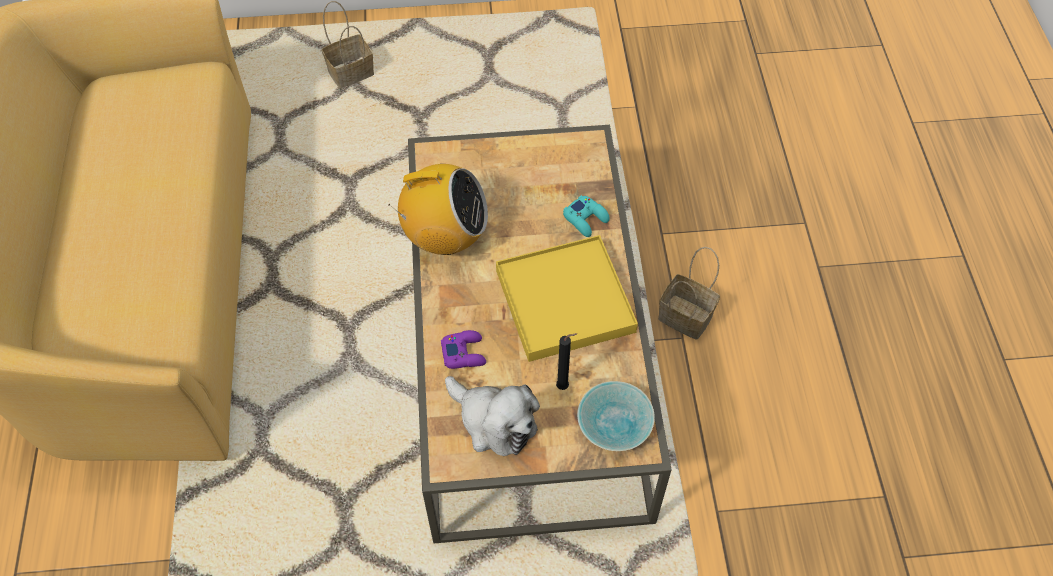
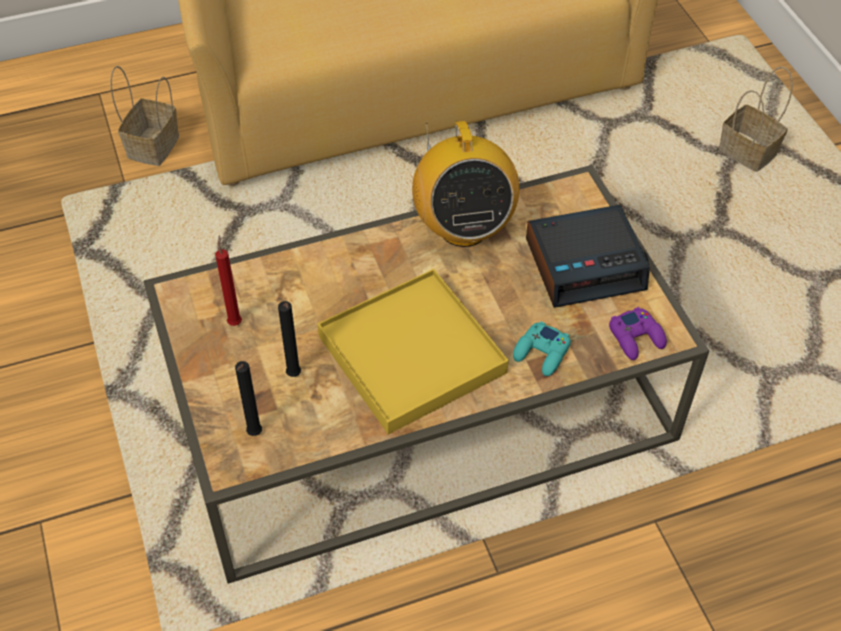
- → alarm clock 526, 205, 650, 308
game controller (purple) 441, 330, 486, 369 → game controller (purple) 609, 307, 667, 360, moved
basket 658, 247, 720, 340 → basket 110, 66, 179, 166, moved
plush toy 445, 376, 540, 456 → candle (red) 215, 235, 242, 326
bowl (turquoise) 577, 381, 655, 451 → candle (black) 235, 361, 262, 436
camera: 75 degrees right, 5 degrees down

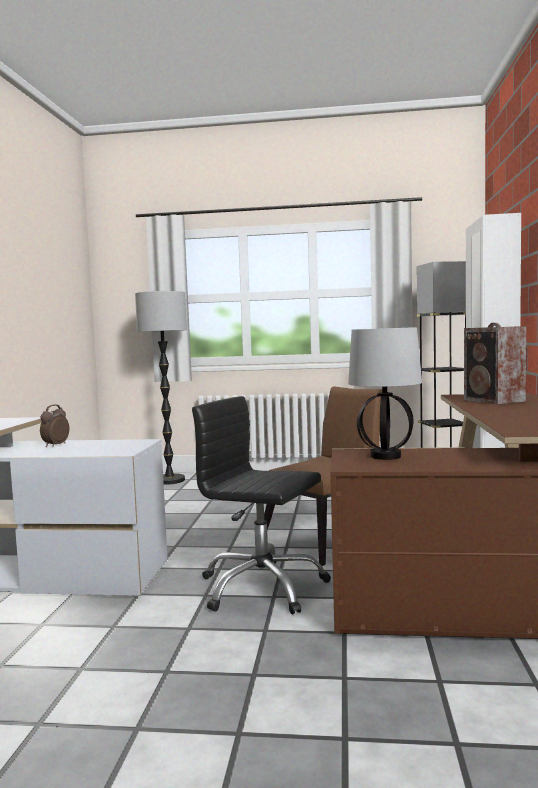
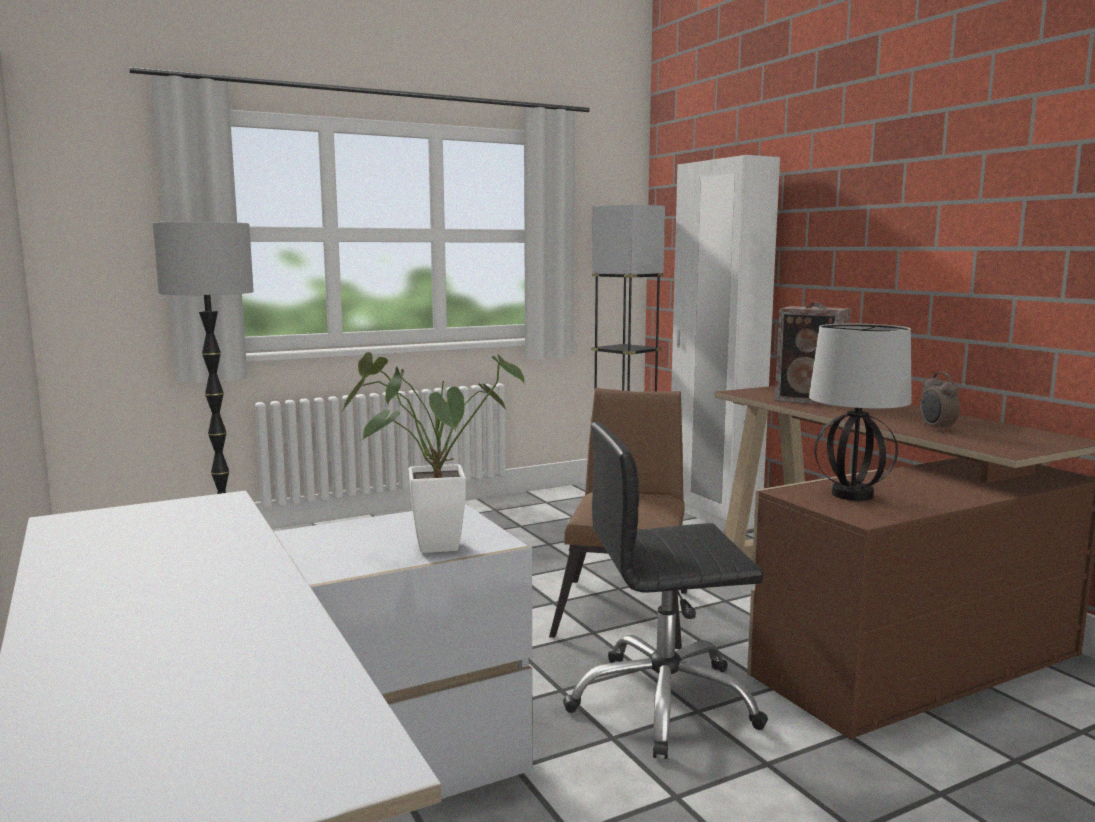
- → potted plant 342, 352, 525, 553
alarm clock 40, 404, 69, 447 → alarm clock 920, 372, 960, 432, moved
camera: 35 degrees left, 5 degrees up

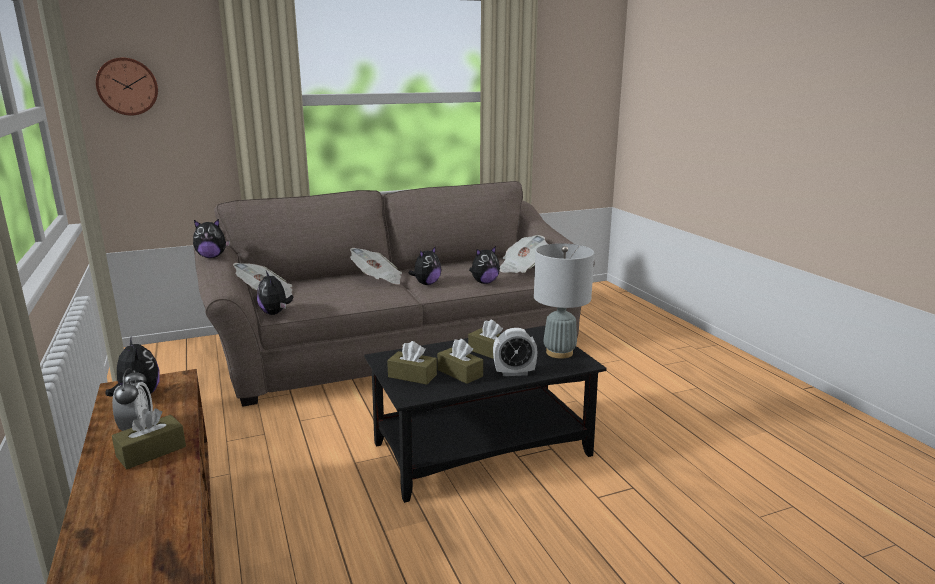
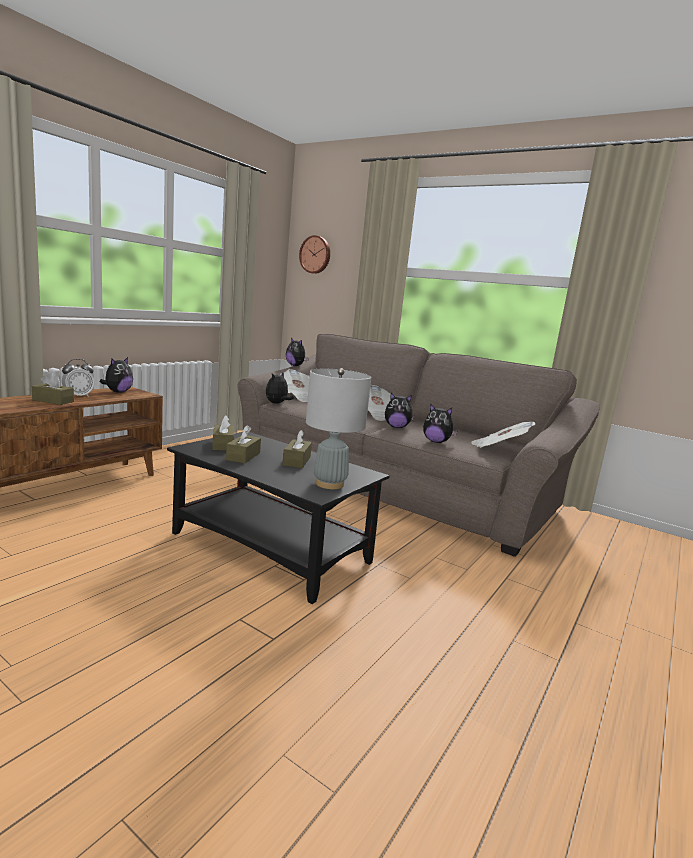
alarm clock 493, 328, 538, 376 → -
camera: 55 degrees right, 5 degrees down

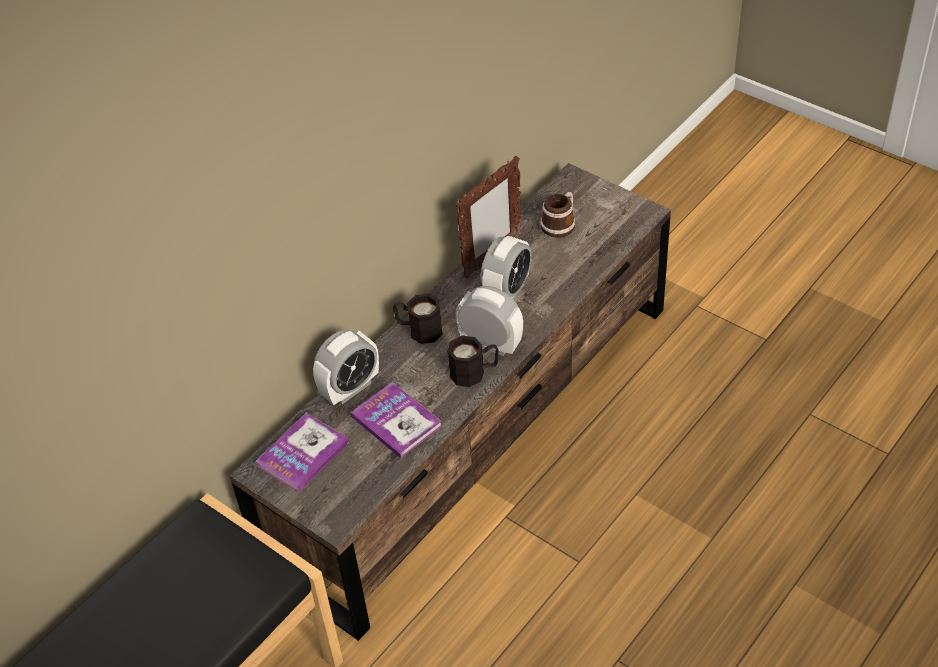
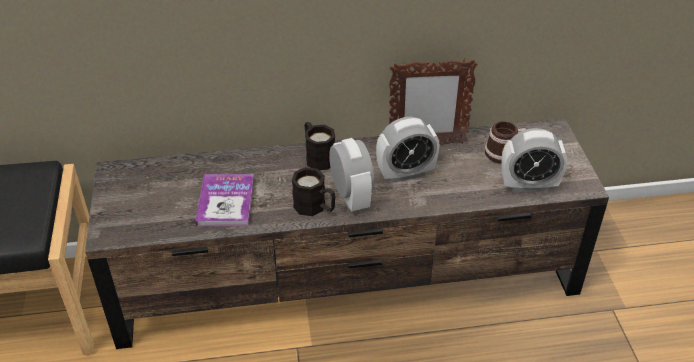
book 255, 413, 349, 493 → -
alarm clock 313, 330, 379, 405 → alarm clock 501, 128, 567, 192, moved
camera: 40 degrees right, 5 degrees down

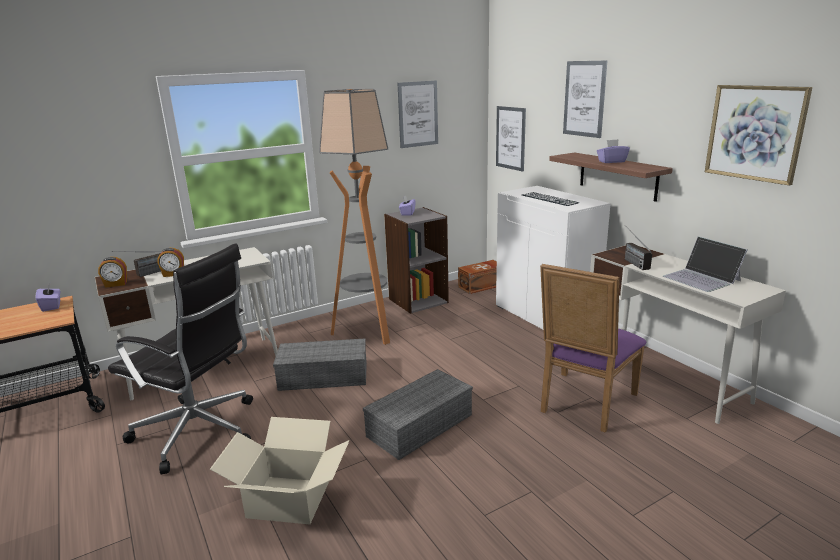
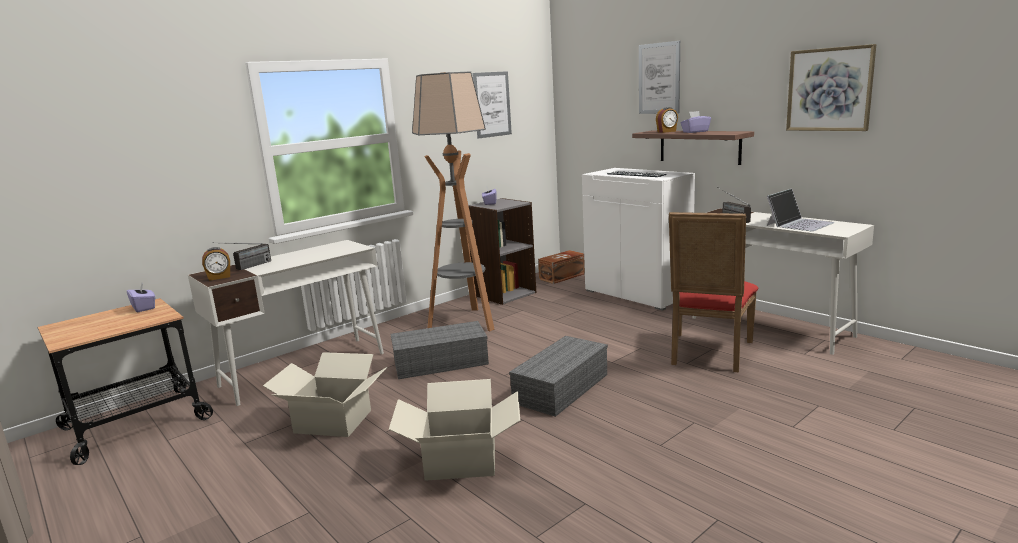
picture 496, 106, 526, 172 → -
alarm clock 157, 248, 184, 277 → alarm clock 656, 107, 678, 133, moved
office chair (black) 108, 243, 253, 474 → cardboard box 263, 352, 387, 437
chair (purple) 540, 264, 646, 433 → chair (red) 669, 212, 758, 373
laptop 663, 236, 747, 292 → laptop 766, 188, 835, 231, 90 degrees counterclockwise
camera: 10 degrees left, 5 degrees down

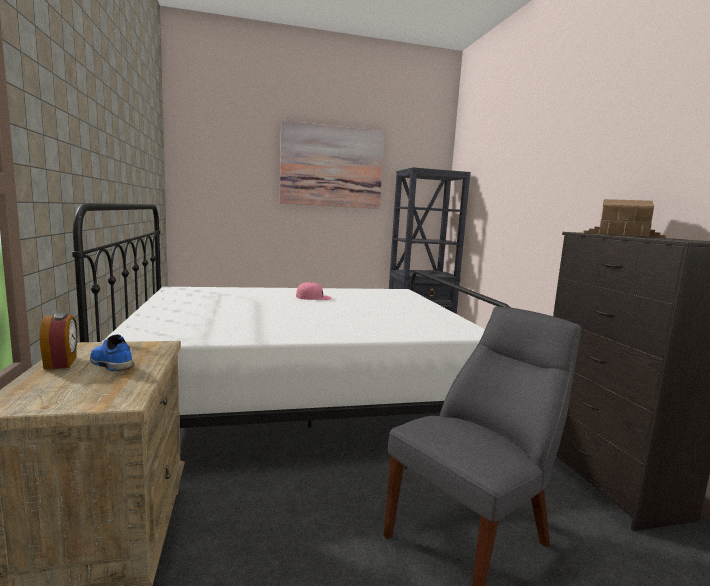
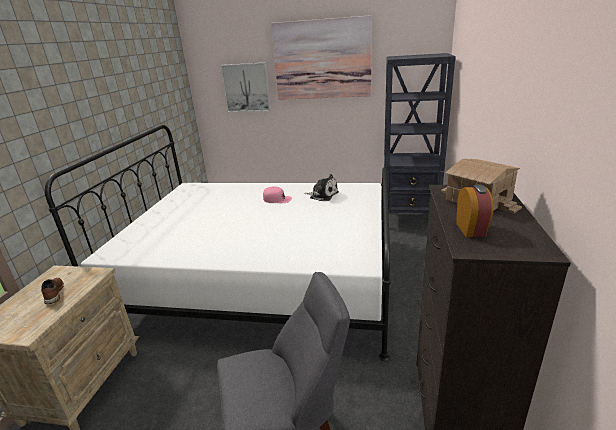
- → picture 220, 62, 271, 112
- → plush toy 304, 174, 339, 201
alarm clock 40, 313, 78, 370 → alarm clock 456, 184, 494, 237, moved
shoe (blue) 90, 334, 134, 371 → shoe (brown) 41, 278, 64, 304
camera: 25 degrees right, 15 degrees up

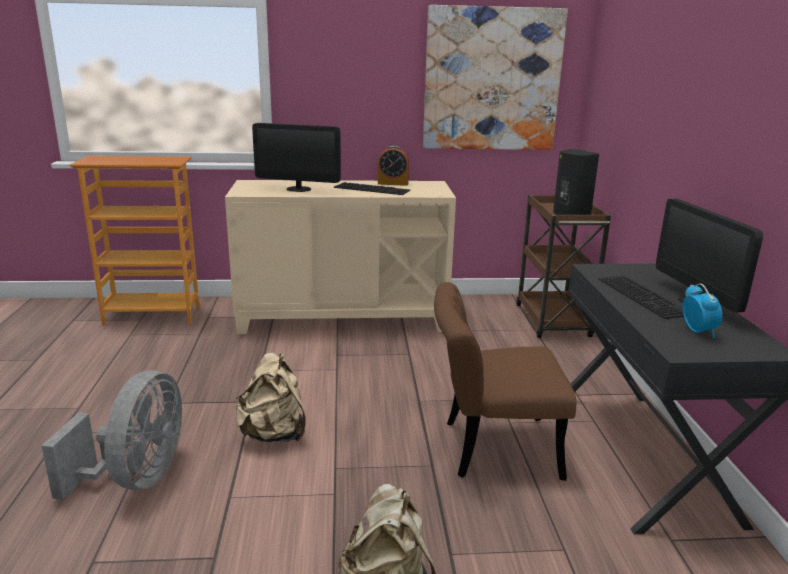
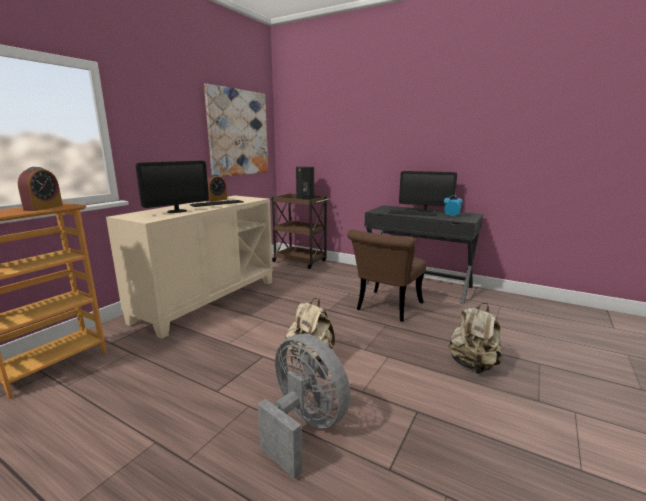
- → alarm clock 18, 167, 63, 211
camera: 55 degrees left, 5 degrees down

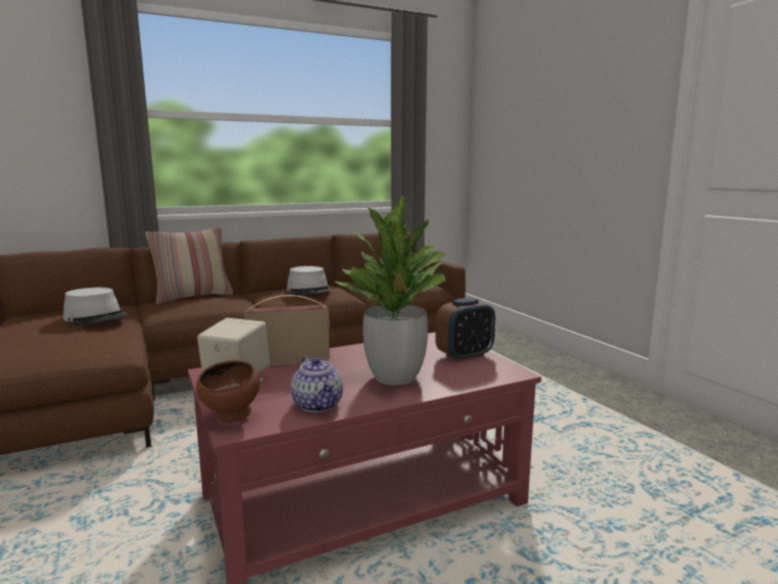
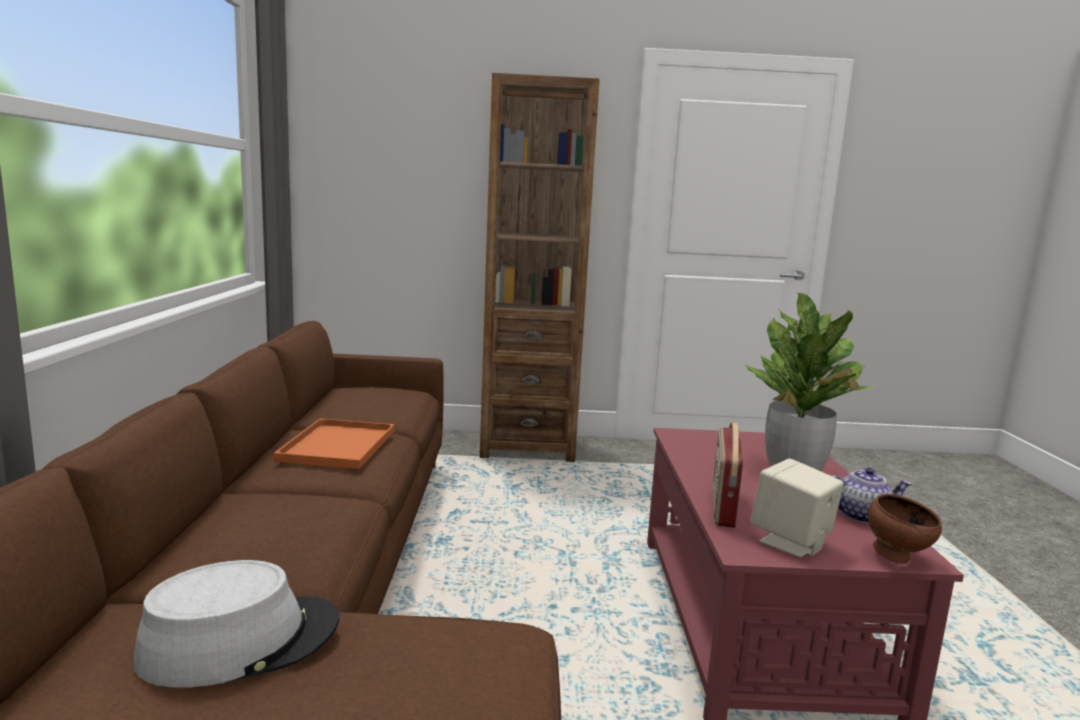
pillow 145, 227, 233, 304 → -
alarm clock 435, 298, 495, 362 → -
- → bookcase (brown) 480, 73, 600, 462
hat (grey) 287, 266, 331, 295 → tray (orange) 274, 418, 394, 469
camera: 65 degrees left, 0 degrees up

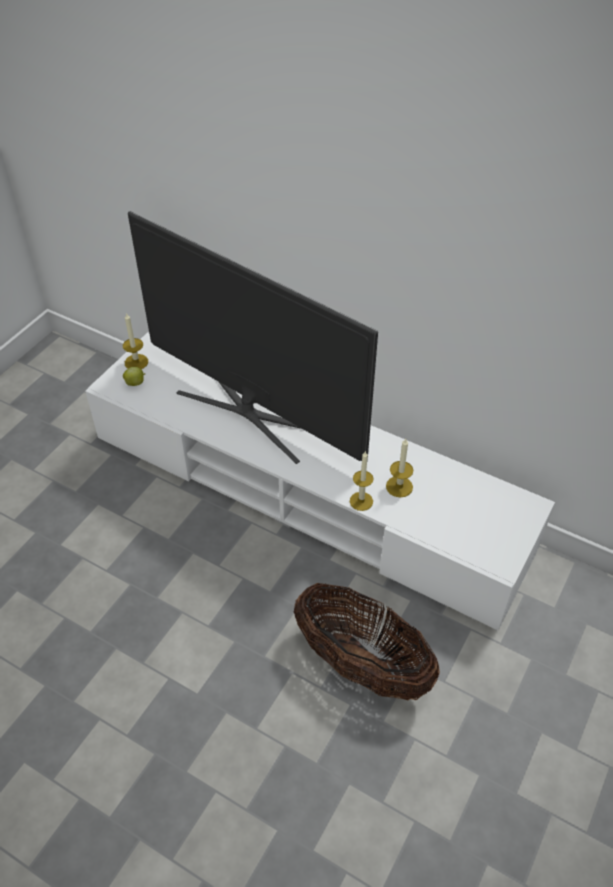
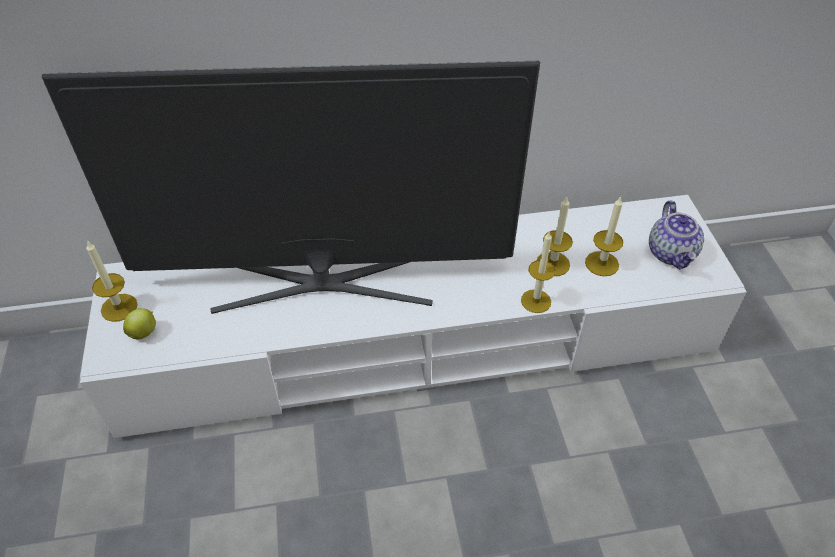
basket 294, 583, 440, 700 → -
- → candle 585, 196, 623, 276
- → teapot 649, 201, 704, 269
camera: 40 degrees left, 0 degrees up

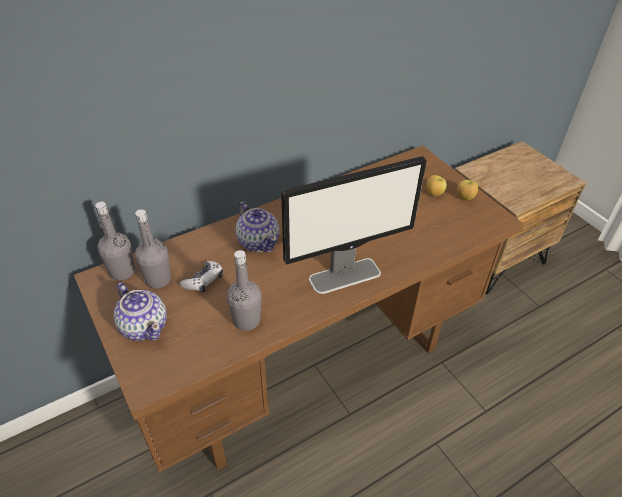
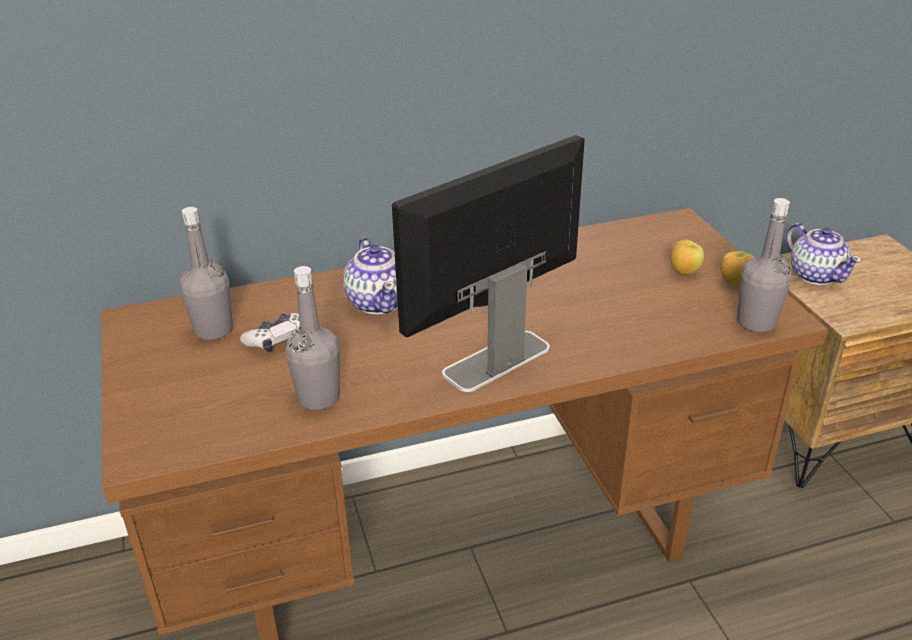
bottle (grey) 95, 202, 135, 280 → bottle (grey) 736, 198, 792, 332, moved
teapot 114, 283, 167, 341 → teapot 786, 223, 862, 285, moved
monitor 281, 156, 427, 294 → monitor 392, 135, 585, 392, 150 degrees clockwise
camera: 15 degrees right, 10 degrees down

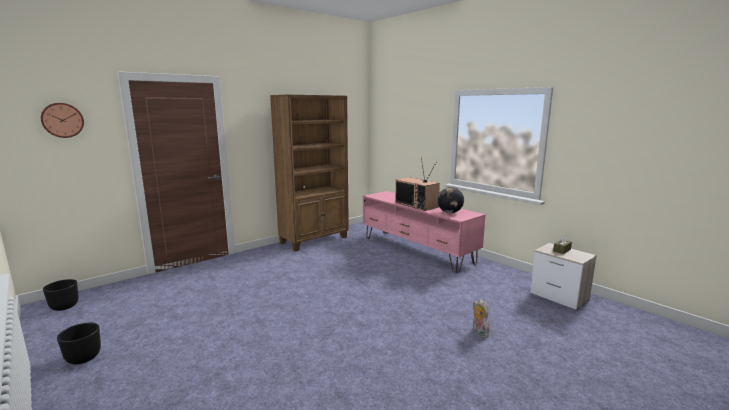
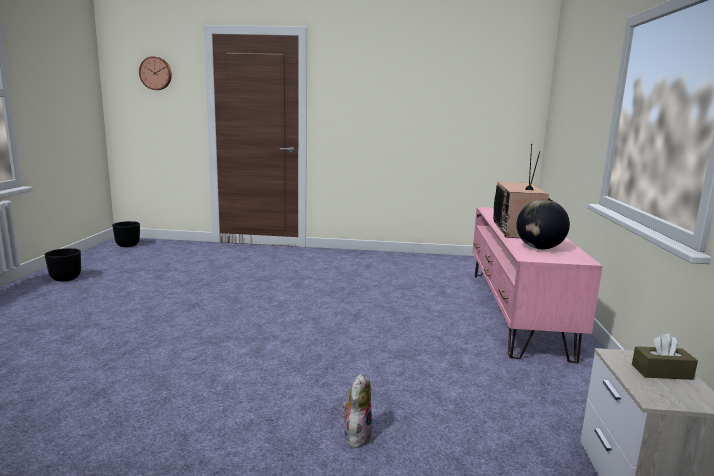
bookcase (brown) 270, 95, 349, 251 → -
camera: 45 degrees right, 0 degrees up

